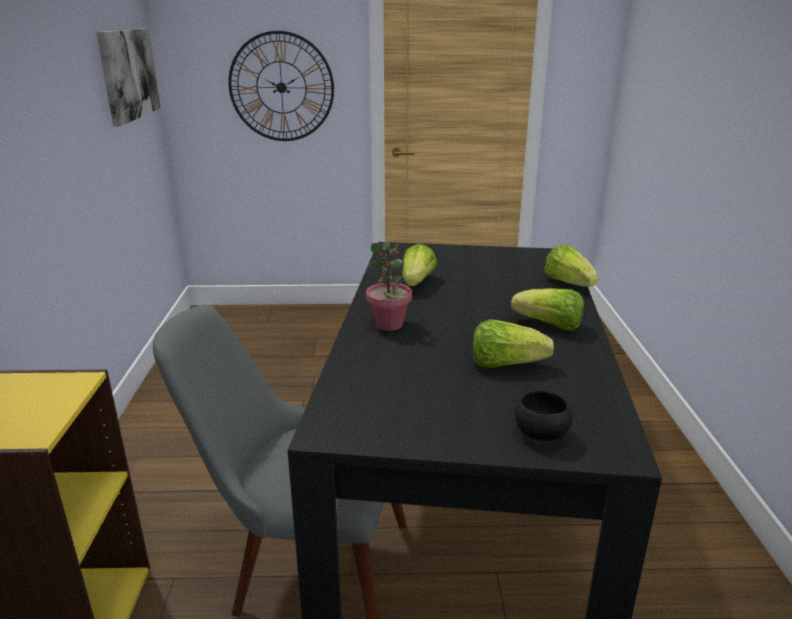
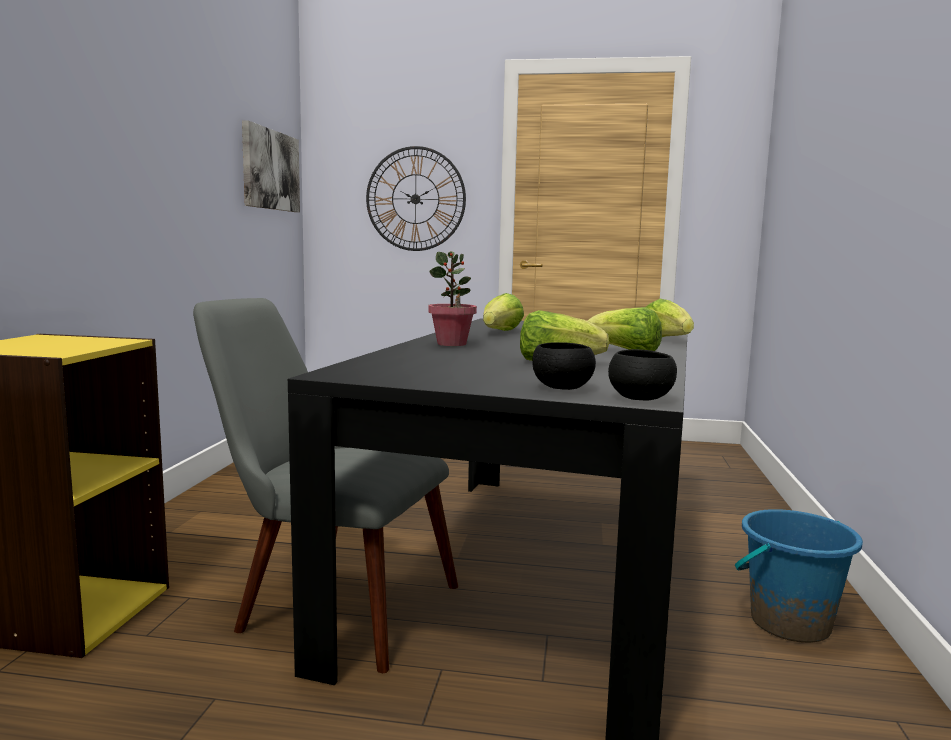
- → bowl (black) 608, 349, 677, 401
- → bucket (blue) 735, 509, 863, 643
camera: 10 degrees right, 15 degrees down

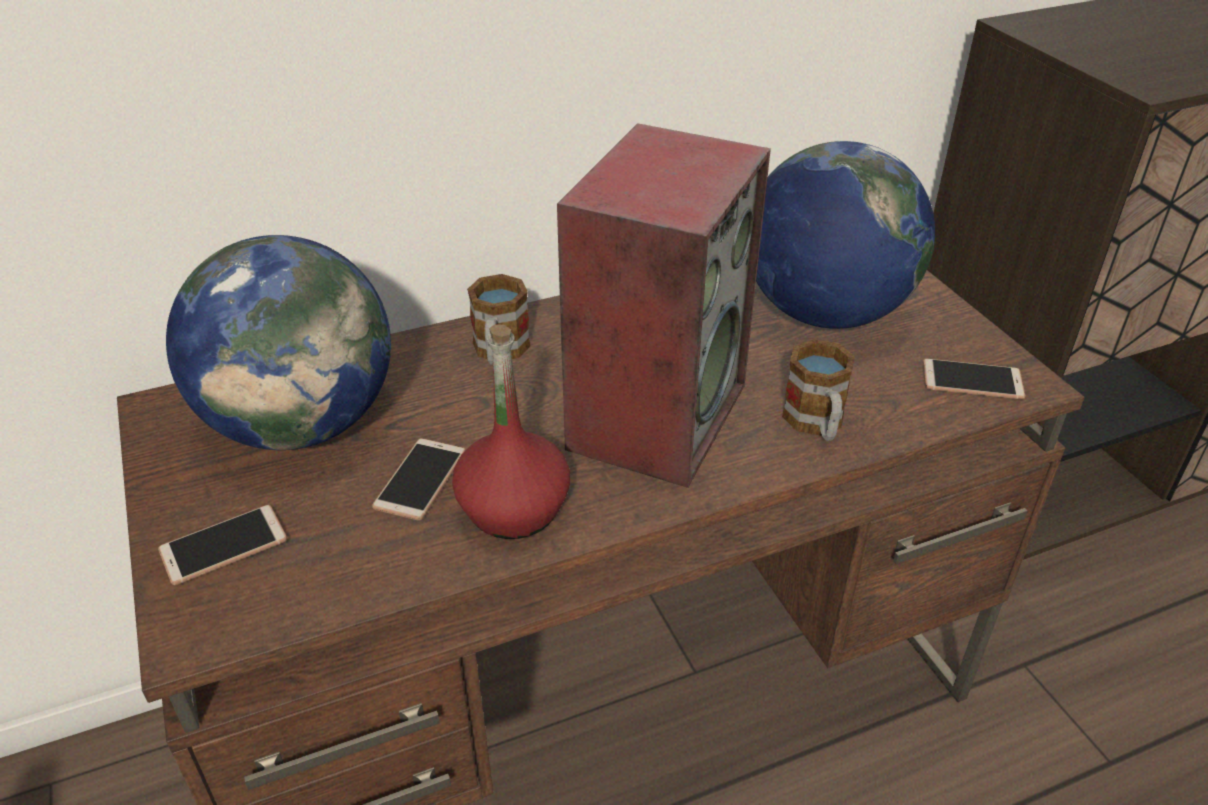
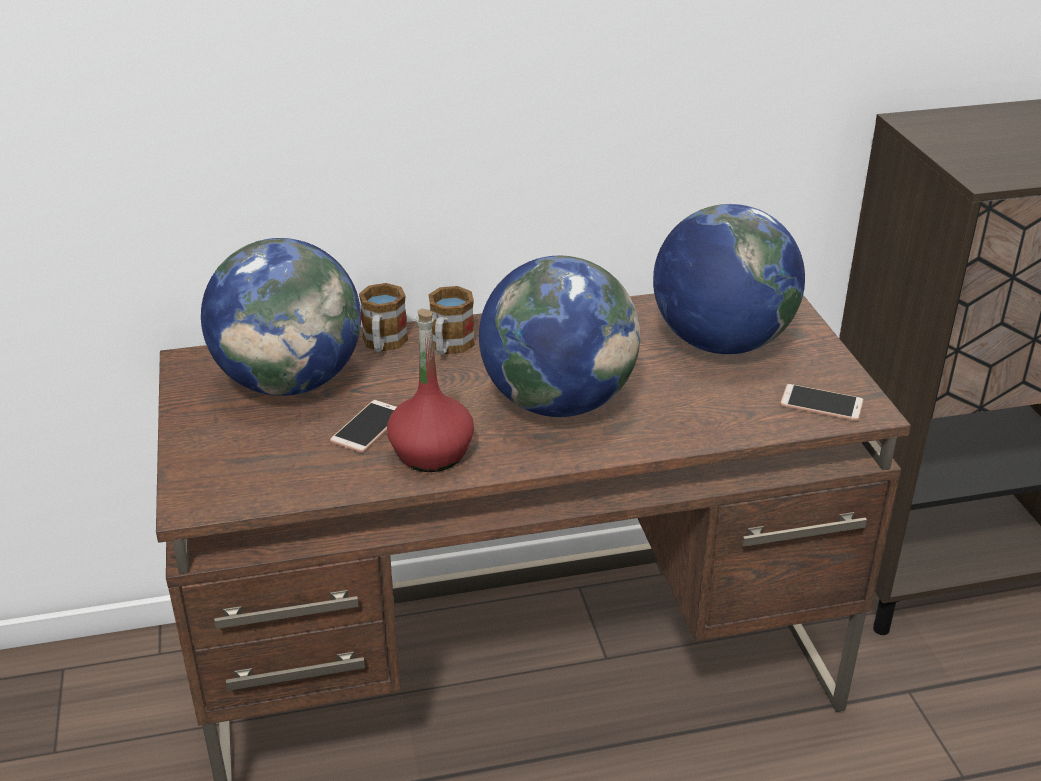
phone 158, 505, 287, 585 → -
mug 782, 339, 855, 441 → mug 359, 283, 408, 352, moved
speaker 557, 123, 771, 488 → globe 479, 256, 640, 417
camera: 10 degrees right, 5 degrees down

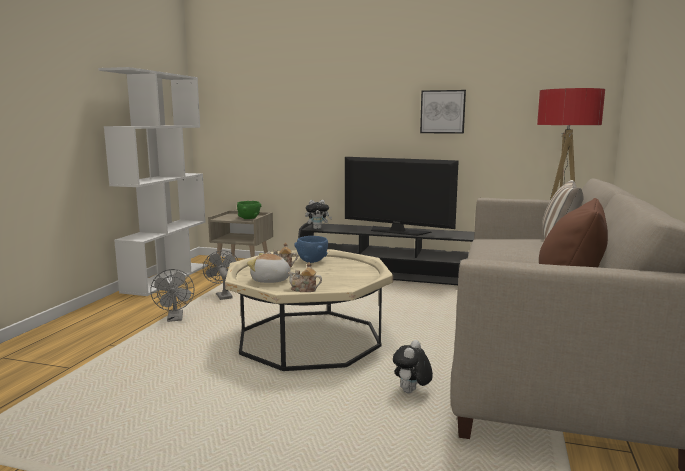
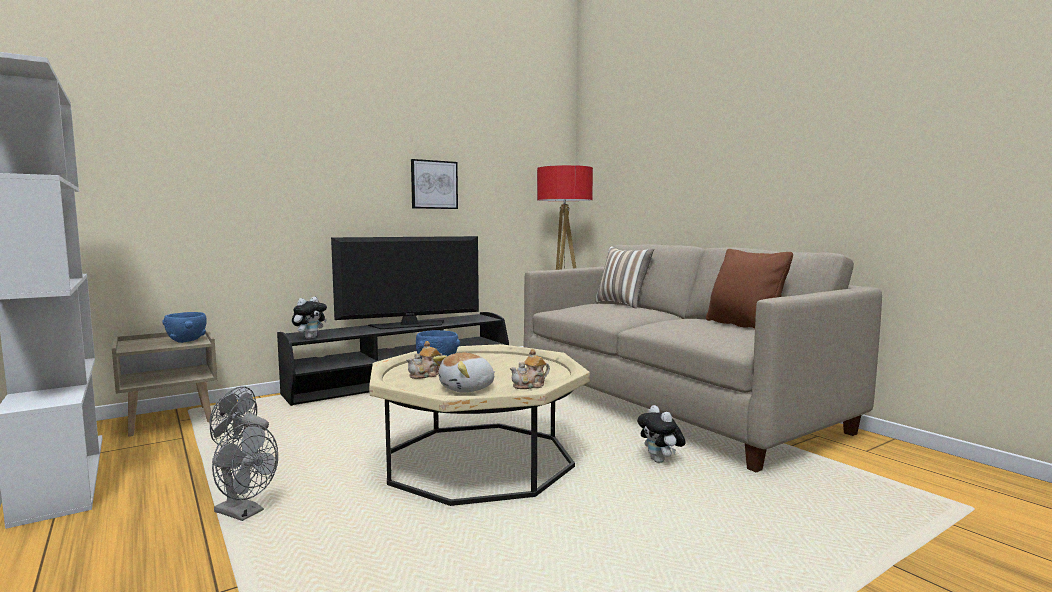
bowl (green) 237, 201, 261, 219 → bowl (blue) 162, 312, 207, 343
camera: 50 degrees left, 5 degrees down

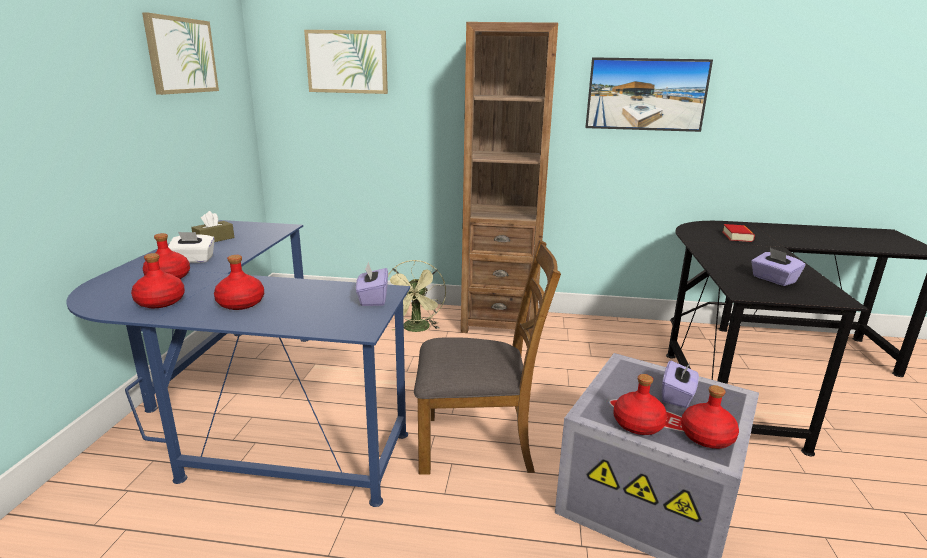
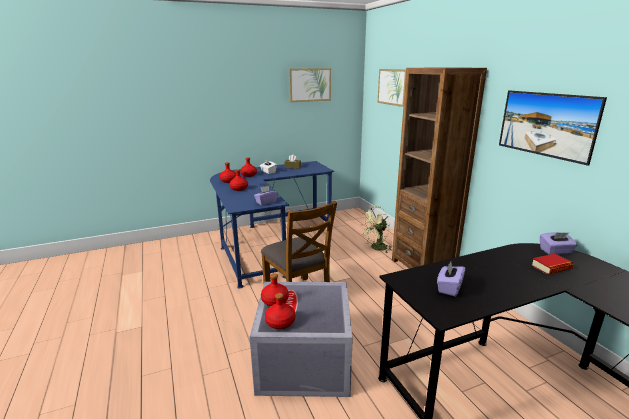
tissue box (purple) 662, 361, 699, 408 → tissue box (purple) 540, 232, 578, 255, moved
camera: 60 degrees right, 0 degrees up

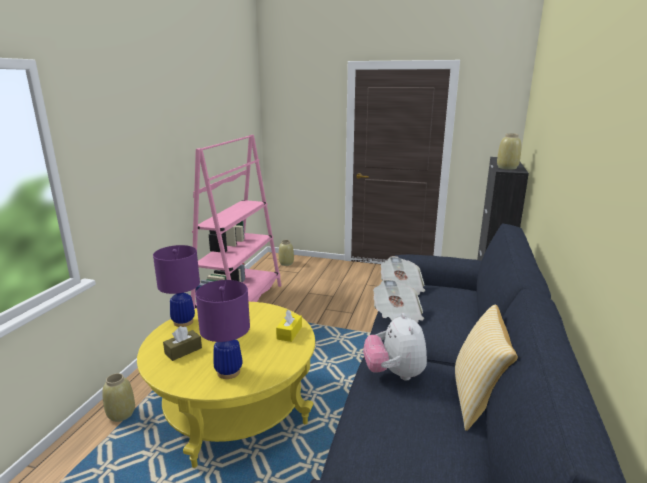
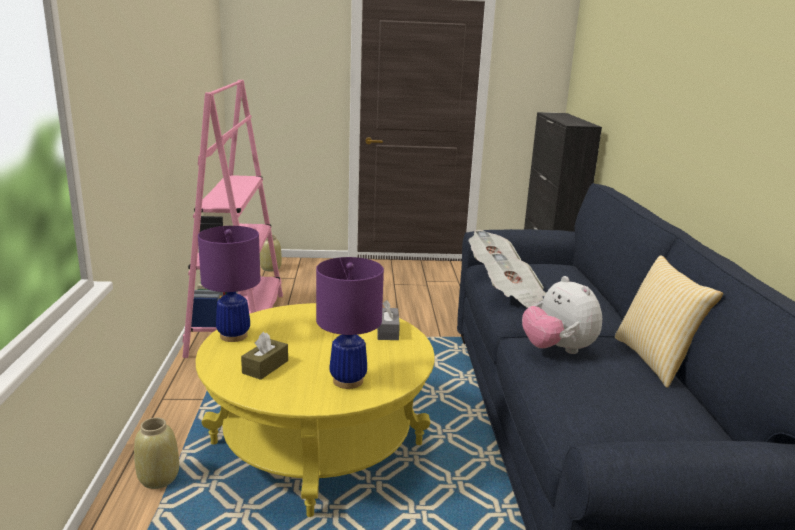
vase (beige) 497, 133, 521, 170 → -
tissue box (yellow) 276, 310, 302, 342 → tissue box (grey) 377, 300, 400, 340
camera: 20 degrees left, 0 degrees up

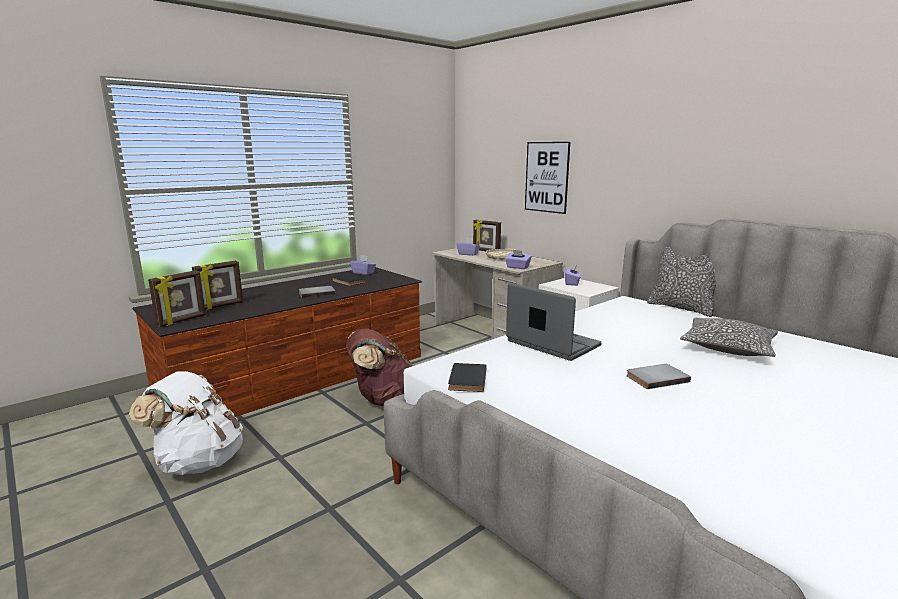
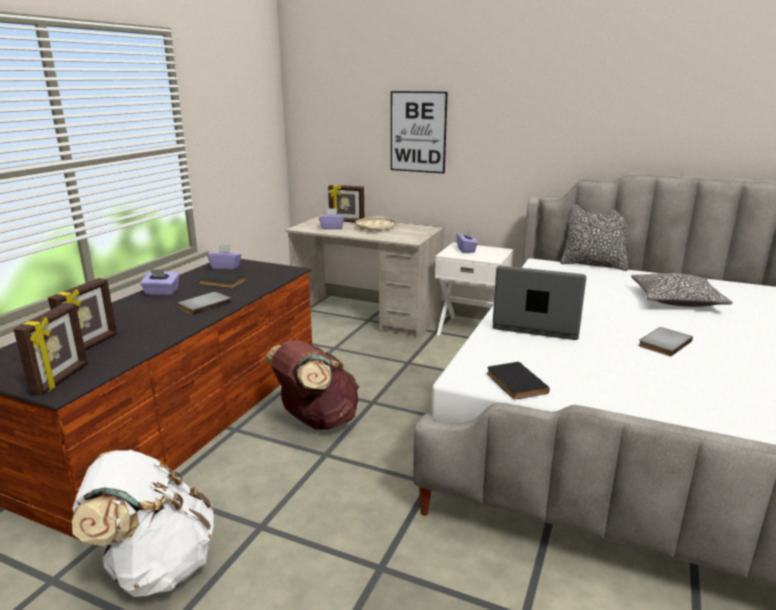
tissue box (purple) 505, 250, 532, 269 → tissue box (purple) 140, 269, 180, 295, moved
camera: 25 degrees left, 5 degrees up

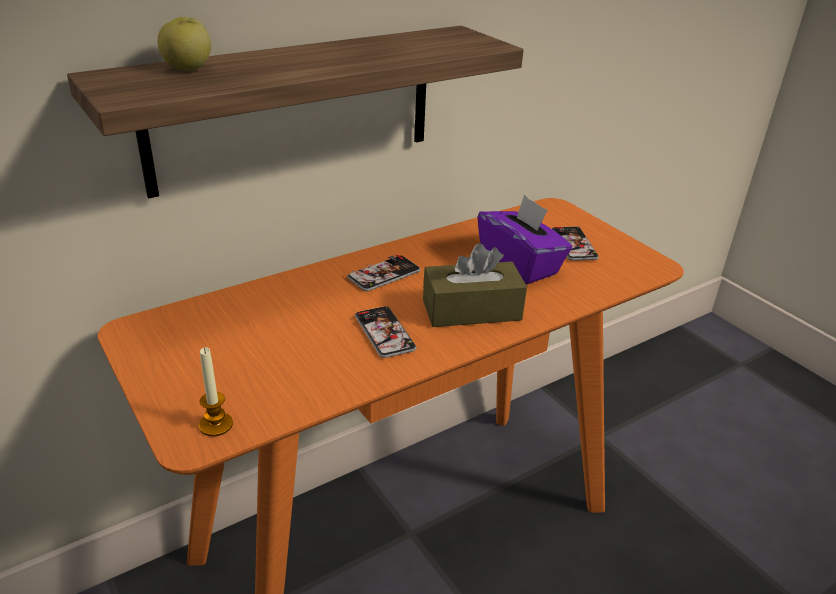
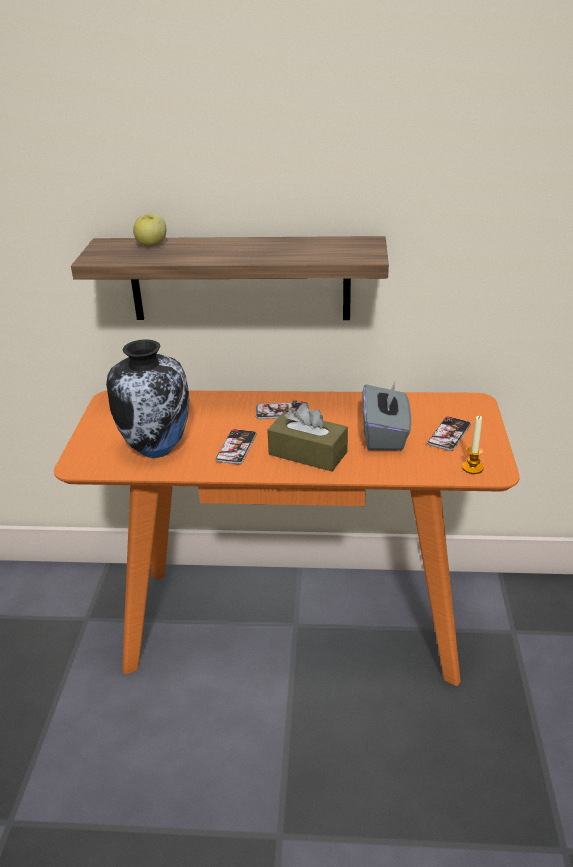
- → vase 106, 339, 190, 458
candle 199, 347, 233, 437 → candle 462, 416, 483, 474, moved
tissue box (purple) 477, 195, 572, 284 → tissue box (grey) 362, 380, 411, 451
camera: 40 degrees right, 0 degrees up

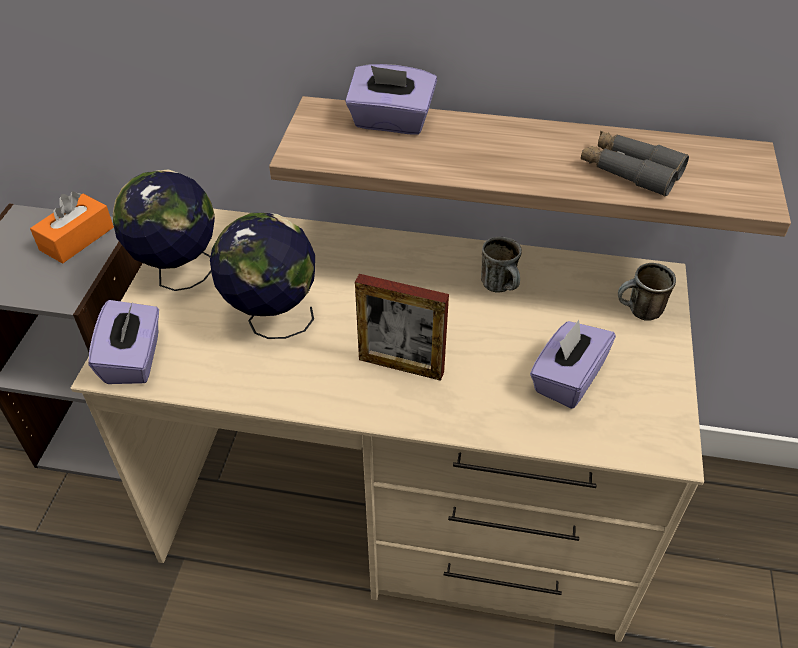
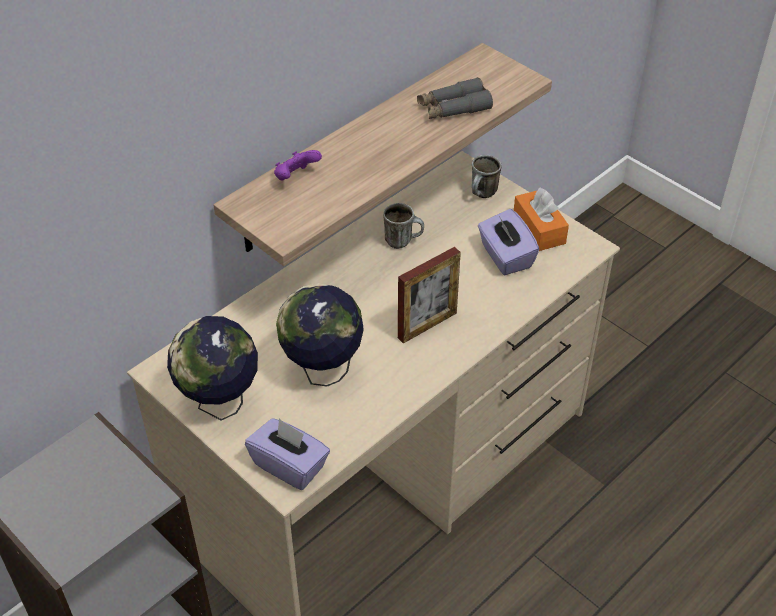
tissue box (orange) 30, 191, 114, 263 → tissue box (orange) 514, 187, 569, 251, moved
tissue box (purple) 345, 64, 437, 135 → game controller (purple) 274, 150, 322, 181
camera: 55 degrees left, 0 degrees up

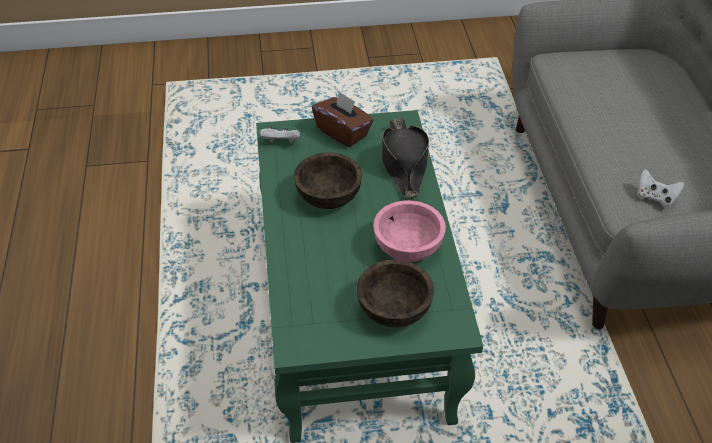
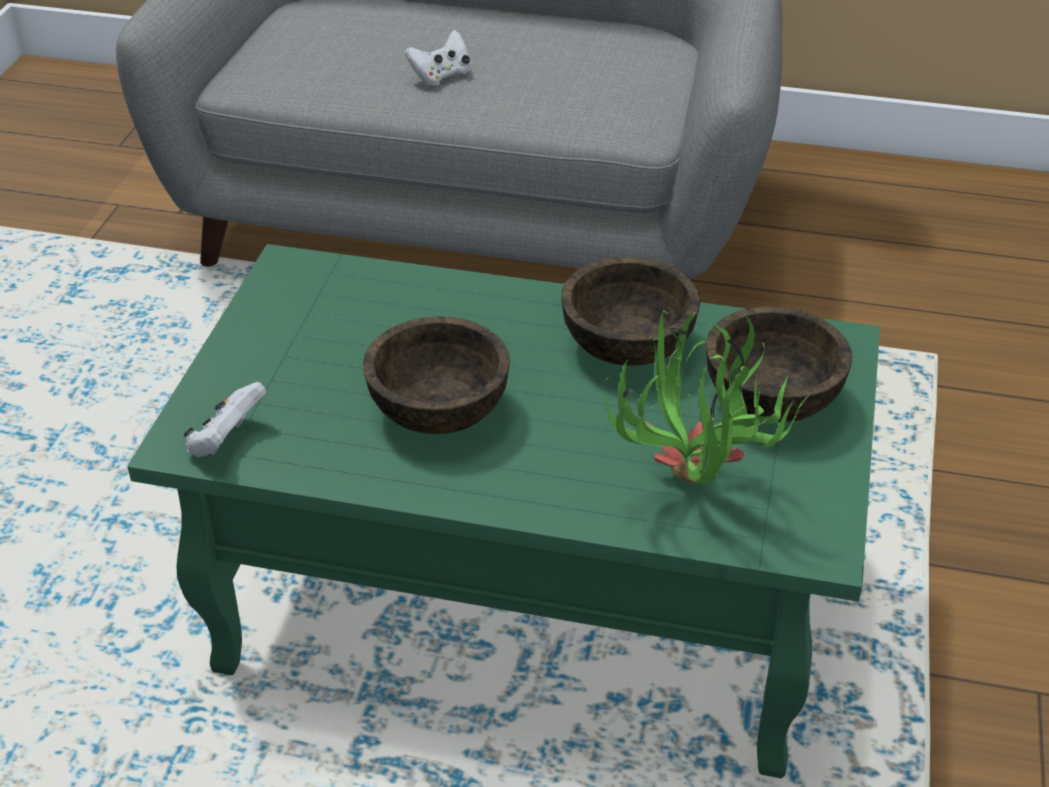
tissue box (brown) 312, 91, 373, 147 → -
hat (black) 382, 118, 429, 198 → -
- → potted plant 604, 310, 810, 484
game controller (white) 638, 169, 684, 207 → game controller (white) 405, 30, 470, 86, moved
bowl (pink) 373, 200, 446, 262 → bowl (brown) 561, 257, 700, 366
camera: 70 degrees left, 5 degrees down

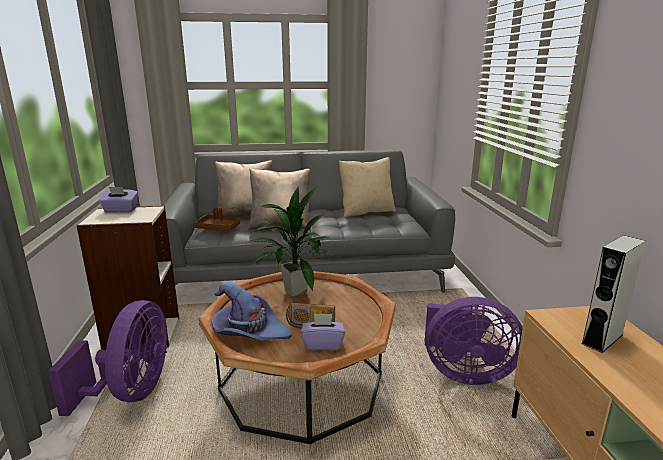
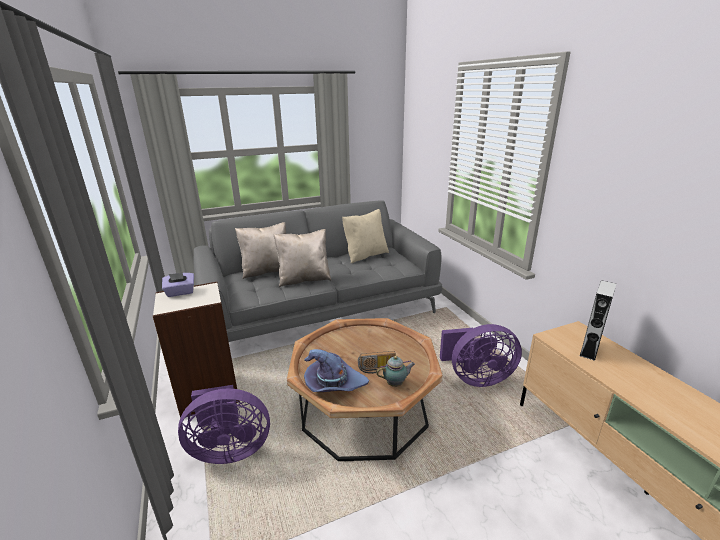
tray (brown) 194, 208, 240, 231 → -
potted plant 246, 187, 333, 297 → -
tissue box (purple) 301, 313, 345, 350 → teapot 377, 356, 415, 387
fan (purple) 48, 300, 167, 416 → fan (purple) 178, 385, 270, 464, 90 degrees clockwise
camera: 15 degrees left, 5 degrees up

